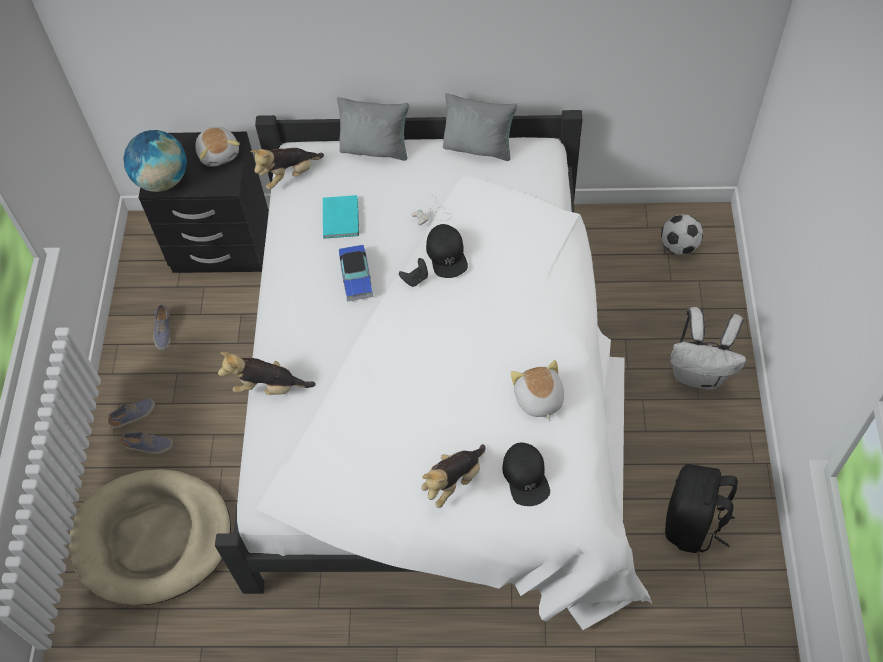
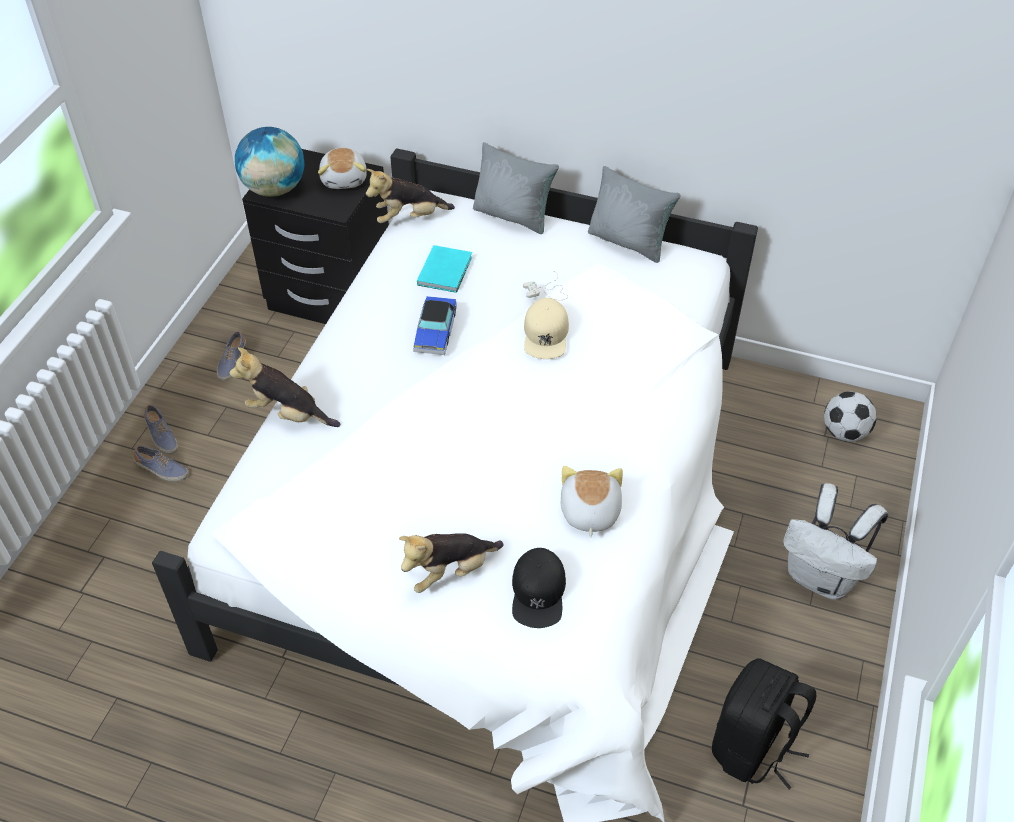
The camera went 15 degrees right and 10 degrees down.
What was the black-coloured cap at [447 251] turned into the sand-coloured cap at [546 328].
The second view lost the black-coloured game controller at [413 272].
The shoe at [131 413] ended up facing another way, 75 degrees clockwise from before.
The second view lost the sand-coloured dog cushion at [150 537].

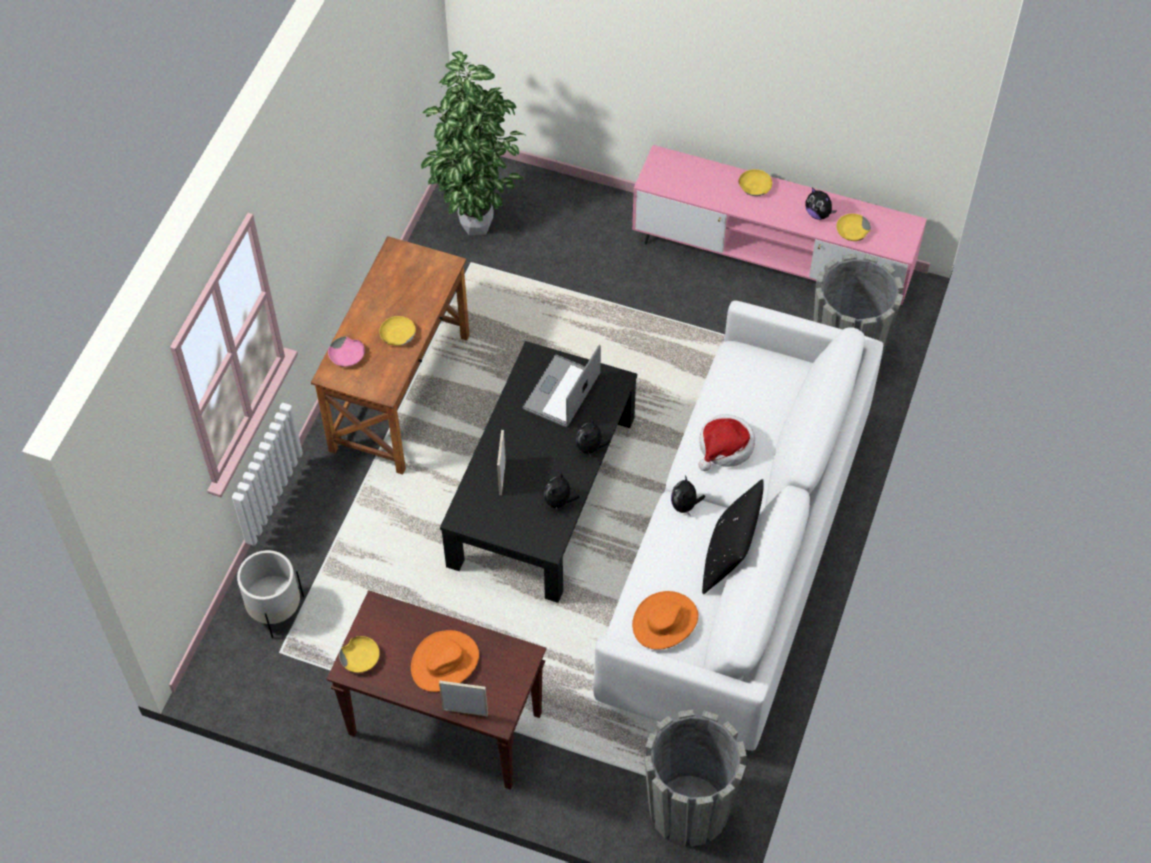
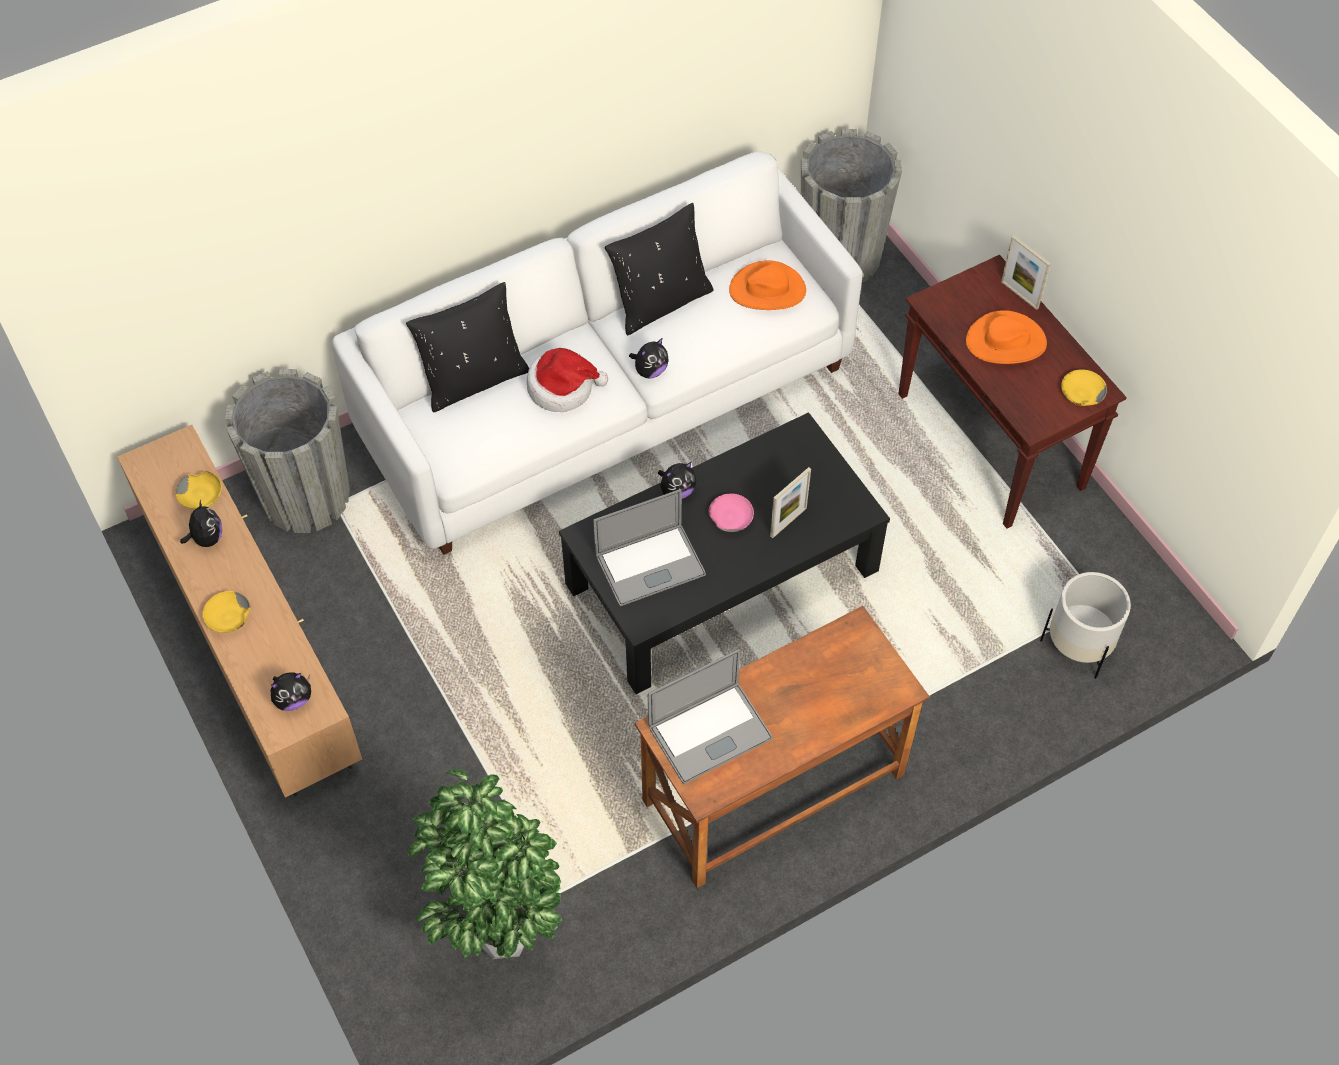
The camera went 140 degrees left and 0 degrees up.
What was the pinkish tv stand at [779 225] turned into the brownish tv stand at [239 611].
The second view lost the yellow serving bowl at [397 331].
The pinkish serving bowl ended up elsewhere, having gone from [346 351] to [731 513].
The cuddly toy ended up elsewhere, having gone from [562 492] to [290 691].
The second view gained the black-coloured cushion at [467 347].
The second view gained the notebook computer at [710 716].

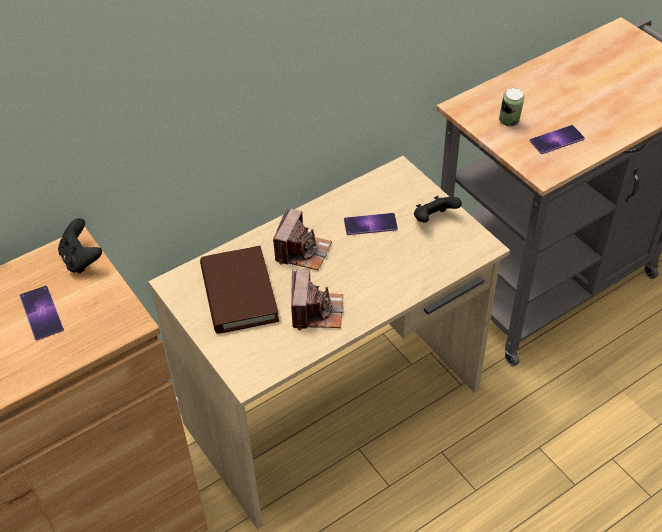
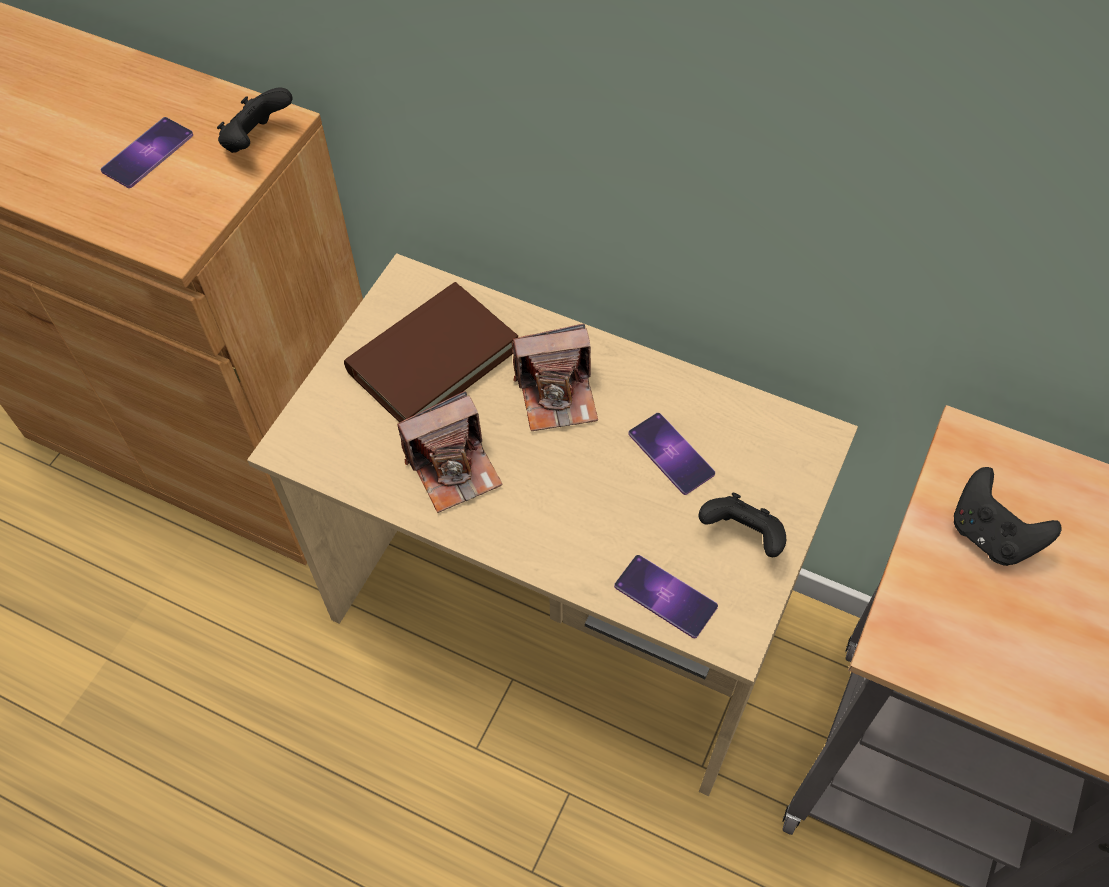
The camera went 60 degrees right and 10 degrees up.
Where the can stood at [511 107], the black-coloured game controller came to stand at [1008 516].
The phone ended up elsewhere, having gone from [557 139] to [666 596].

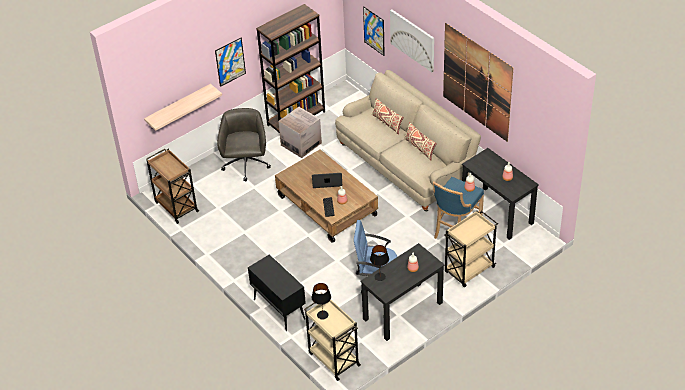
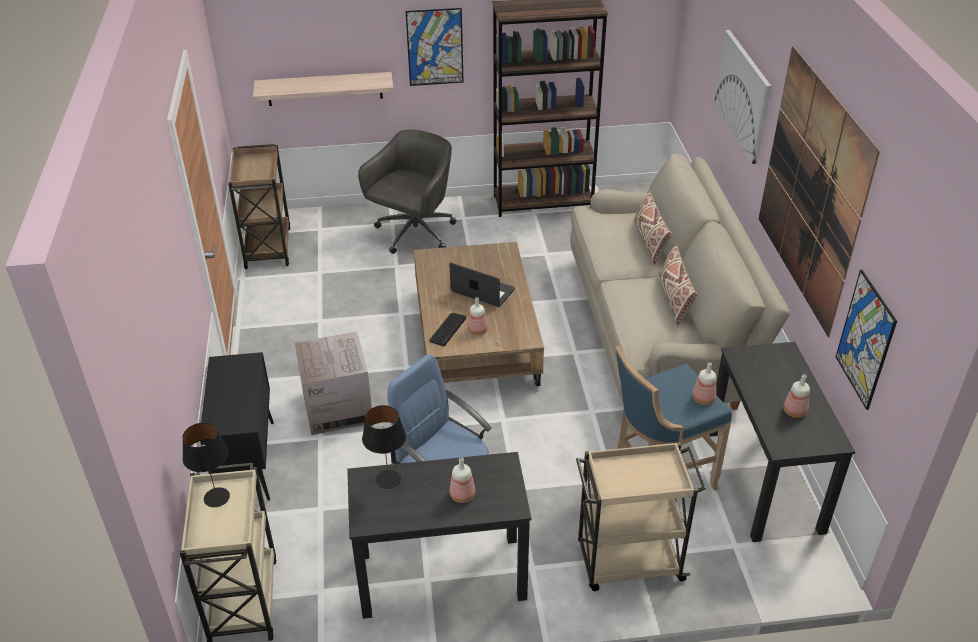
The camera went 30 degrees right and 5 degrees down.
The picture ended up elsewhere, having gone from [374 31] to [866 340].
The packing box ended up elsewhere, having gone from [300 132] to [333 383].

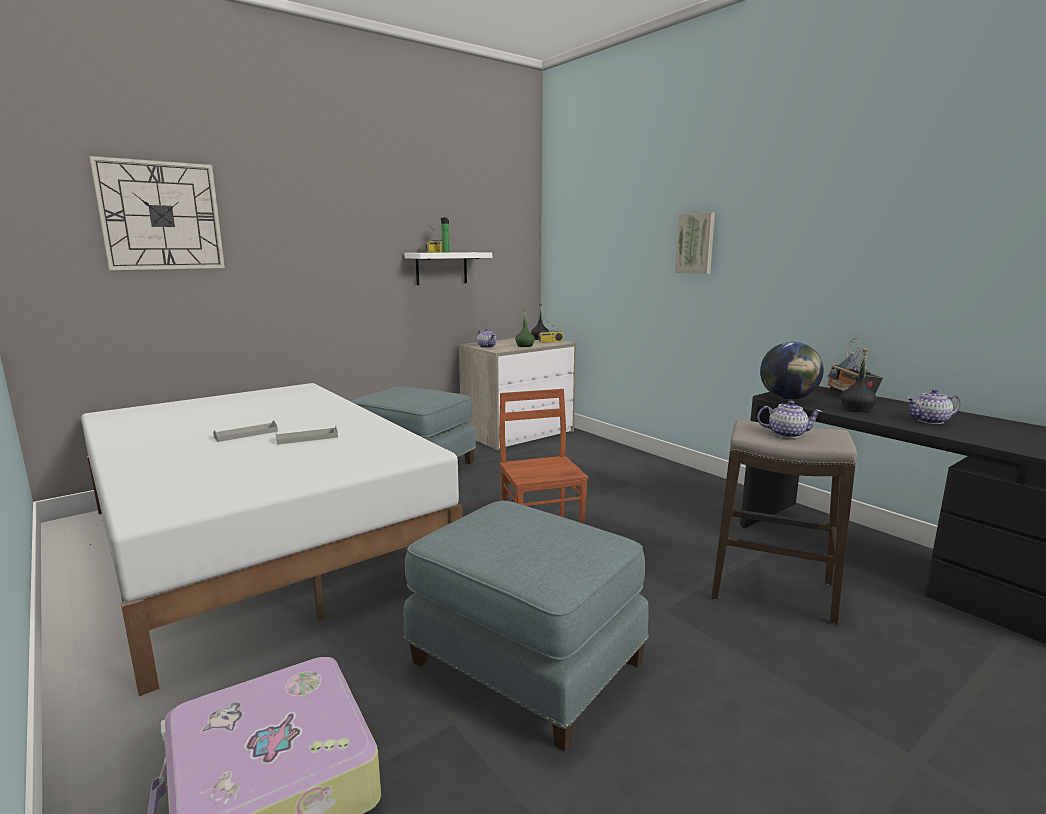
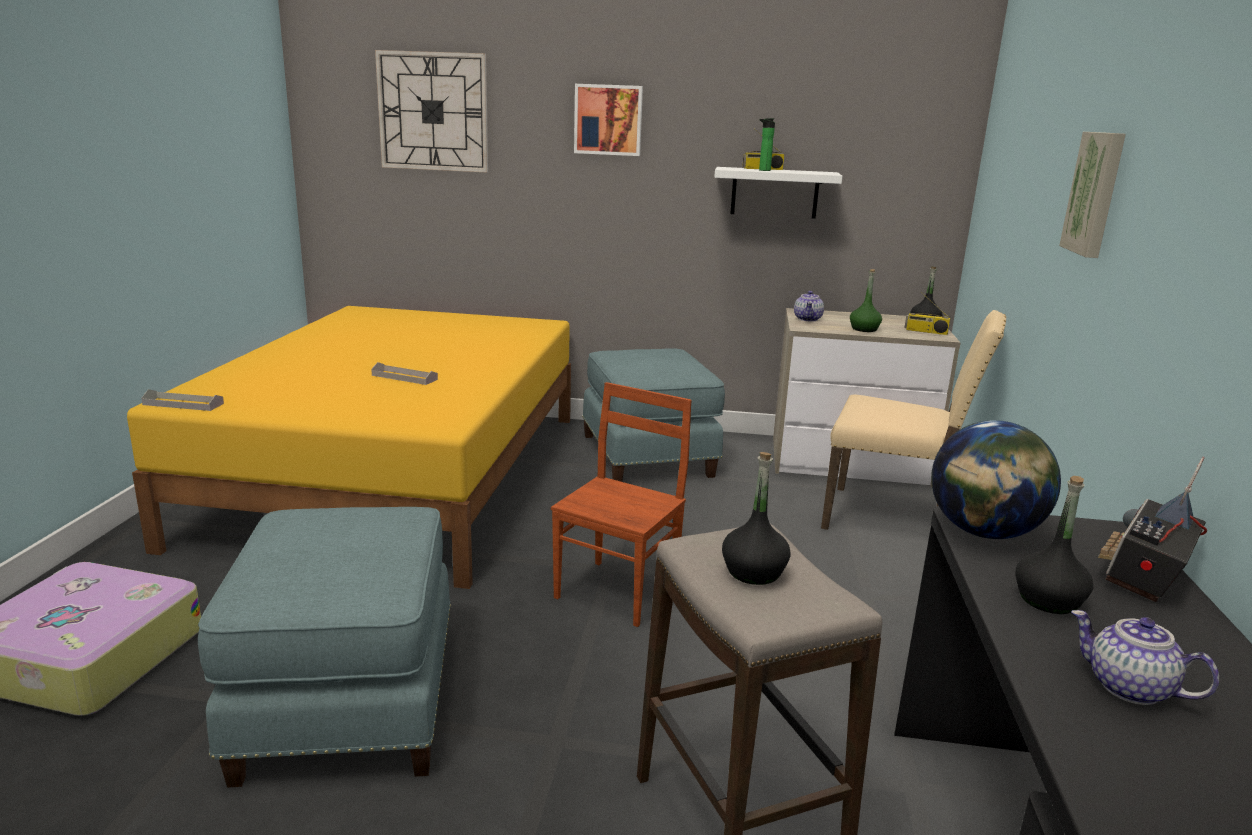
The camera went 45 degrees right and 5 degrees up.
What was the whitish sleeping bed at [271 539] turned into the yellow sleeping bed at [349 447].
Where the teapot stood at [789 419], the black-coloured bottle came to stand at [756 518].
The grey carrying tray ended up elsewhere, having gone from [245 431] to [182 400].
The second view gained the picture at [608 120].
The second view gained the sand-coloured chair at [913 420].

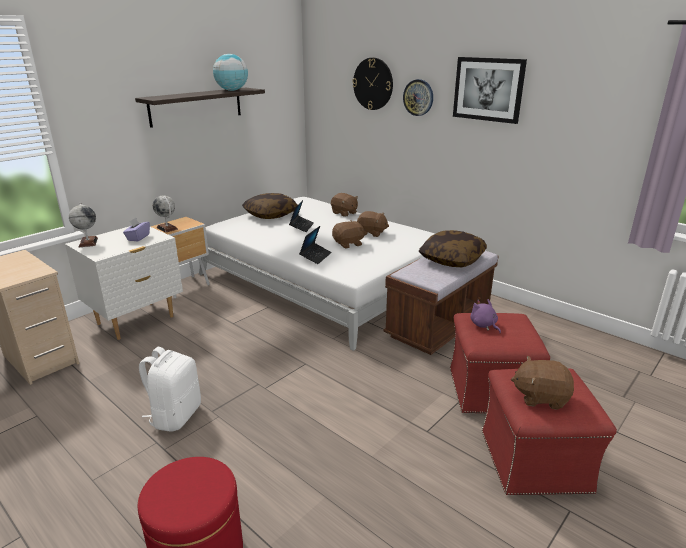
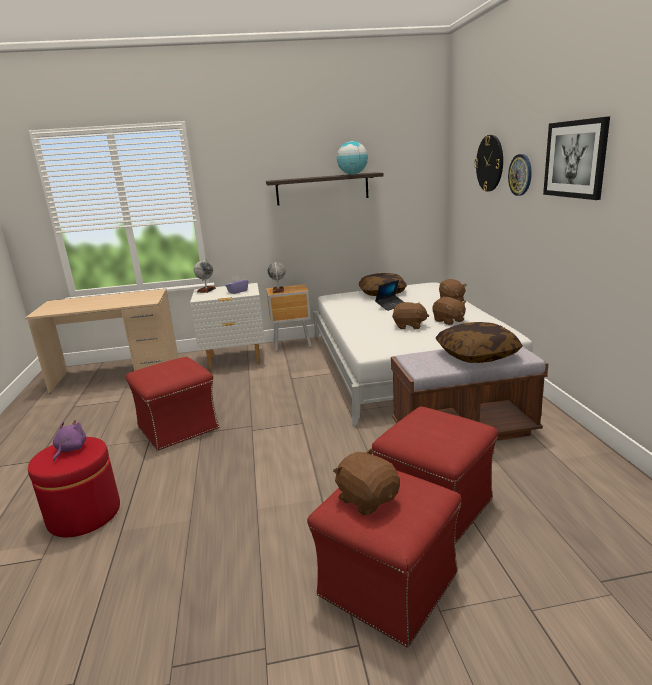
The camera went 40 degrees right and 5 degrees down.
The second view lost the notebook computer at [315 245].
The purplish cuddly toy ended up elsewhere, having gone from [485 316] to [69 440].
Where the whitish knapsack stood at [170 389], the reddish footrest came to stand at [172 404].

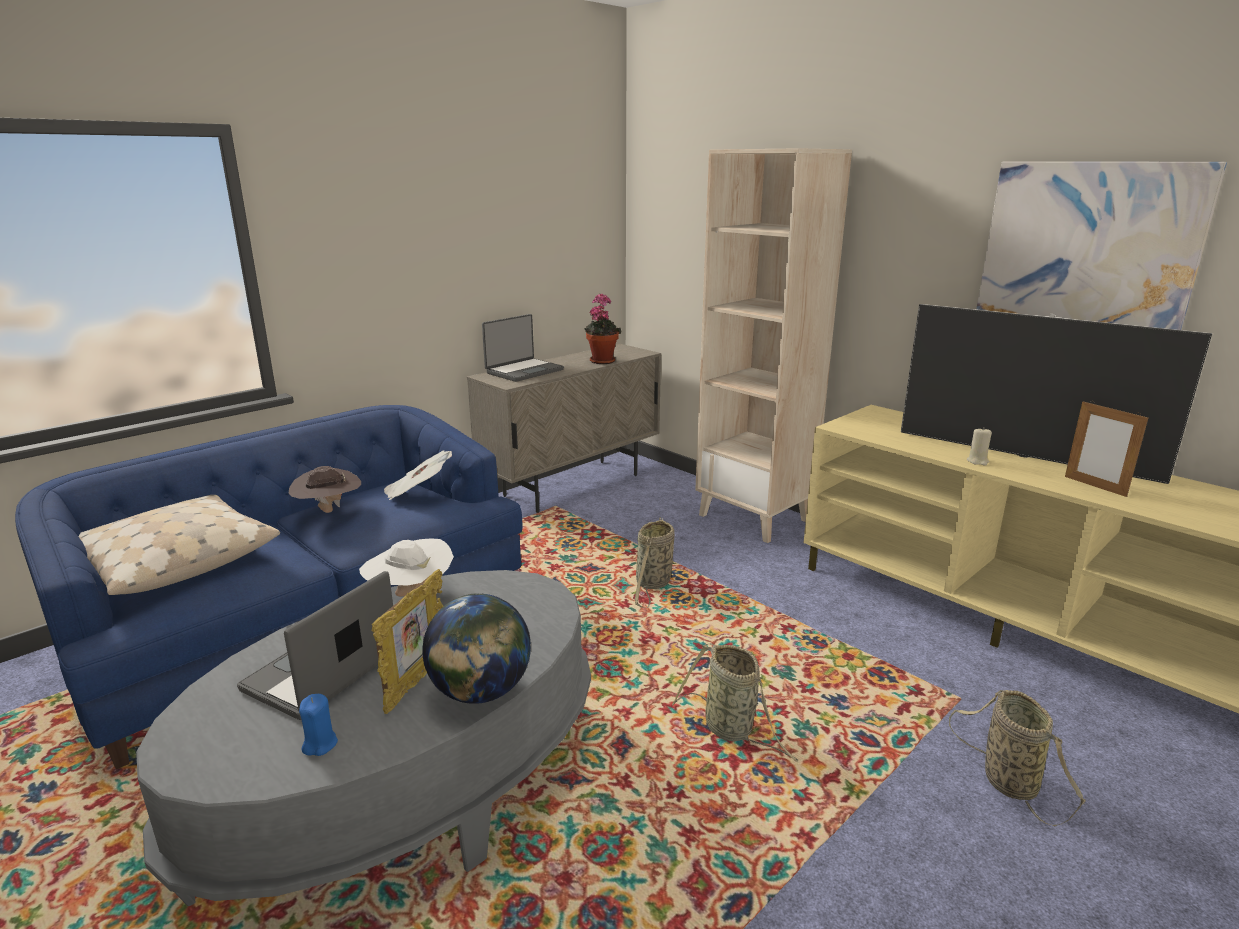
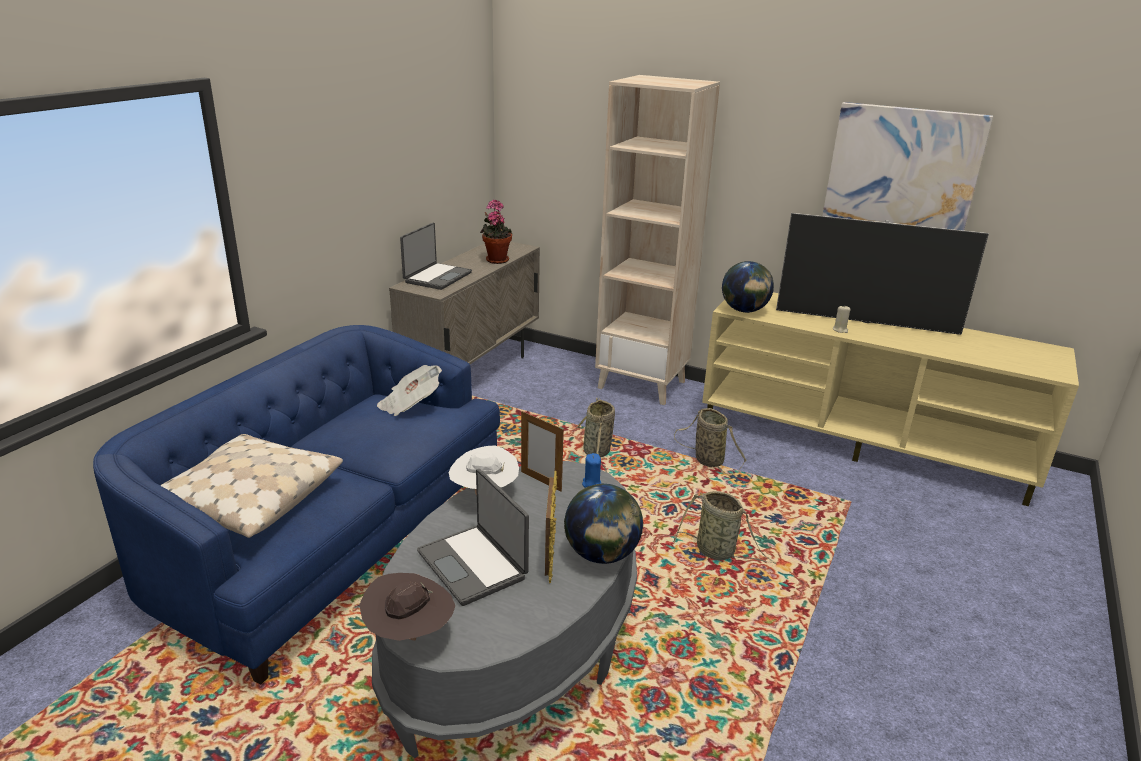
The camera went 20 degrees left and 5 degrees up.
The photo frame ended up elsewhere, having gone from [1106 449] to [542 451].
The brownish wearable hat ended up elsewhere, having gone from [324 489] to [407 607].
The notebook computer at [315 645] ended up facing another way, 45 degrees counterclockwise from before.
The storage basket ended up elsewhere, having gone from [1017 758] to [710 441].
The blue-coloured candle ended up elsewhere, having gone from [318 725] to [591 470].
The second view gained the world globe at [748 287].

